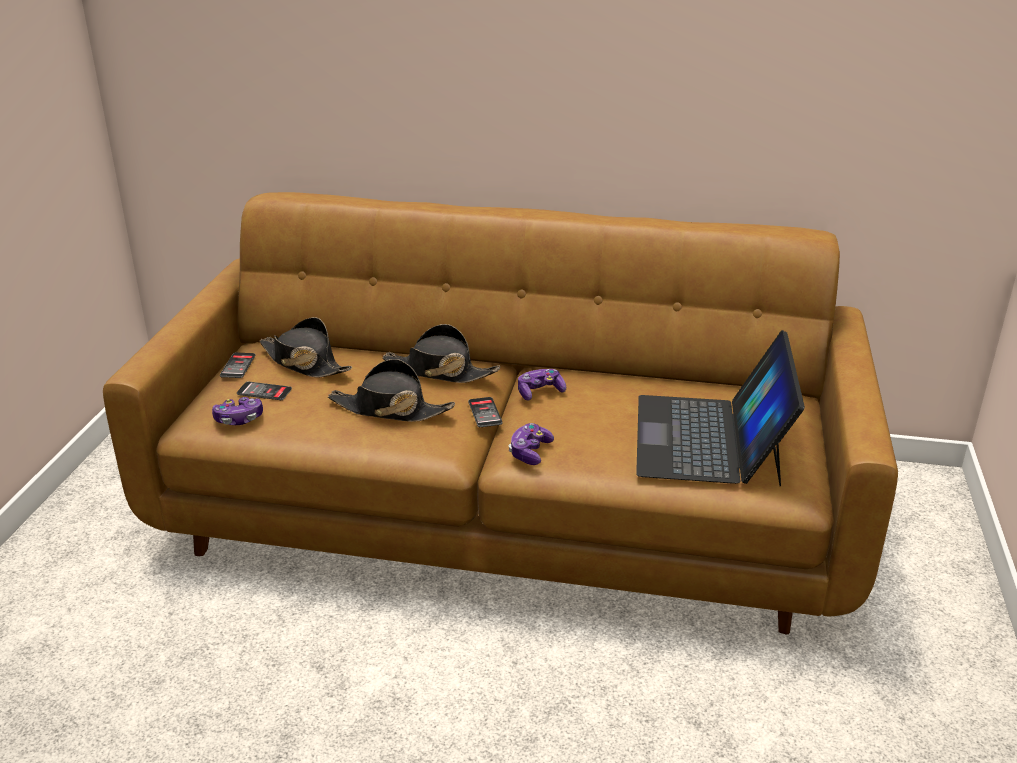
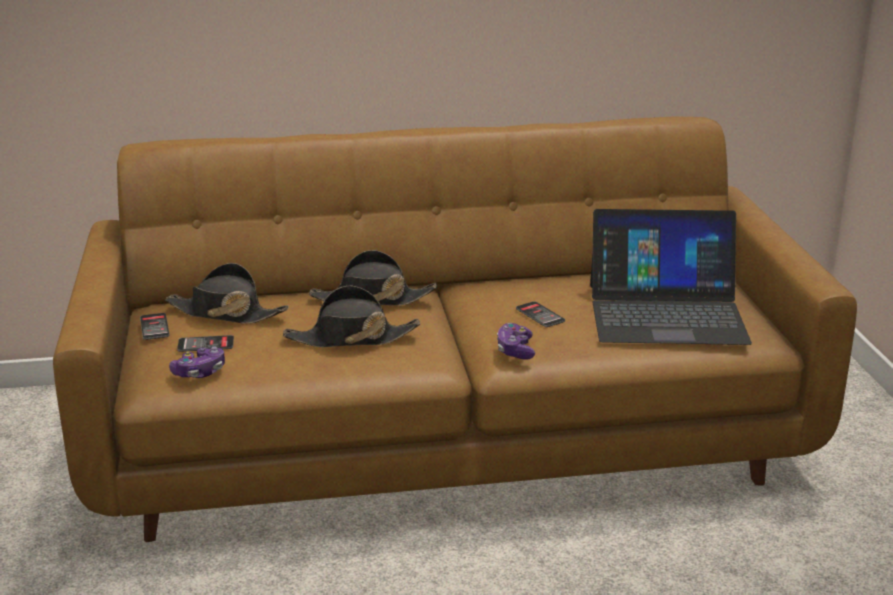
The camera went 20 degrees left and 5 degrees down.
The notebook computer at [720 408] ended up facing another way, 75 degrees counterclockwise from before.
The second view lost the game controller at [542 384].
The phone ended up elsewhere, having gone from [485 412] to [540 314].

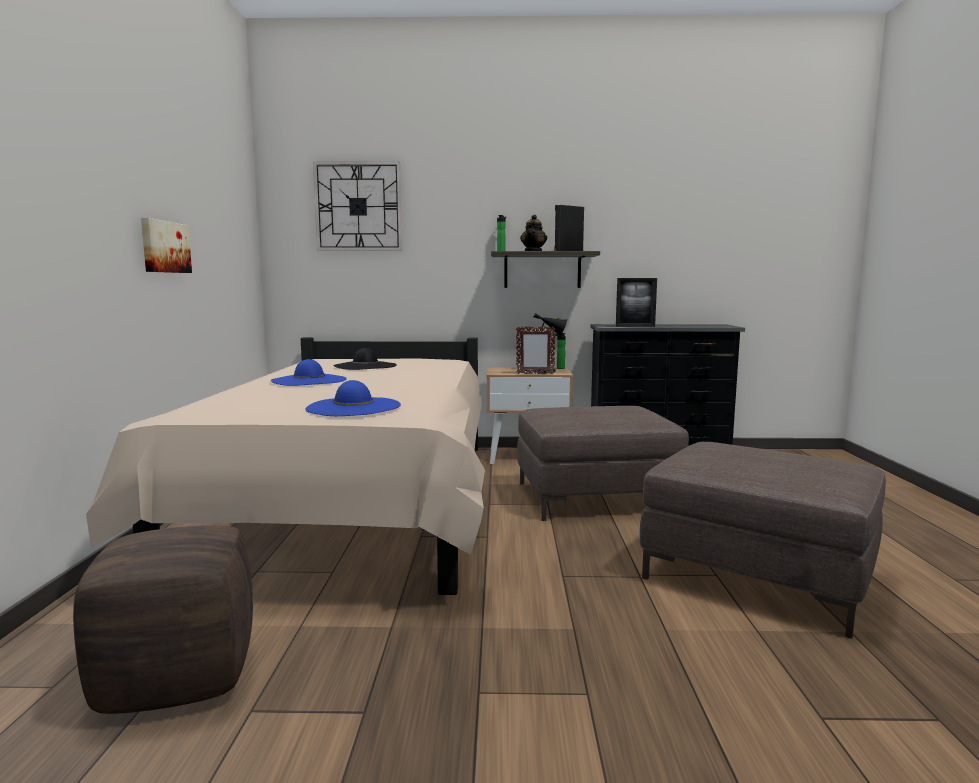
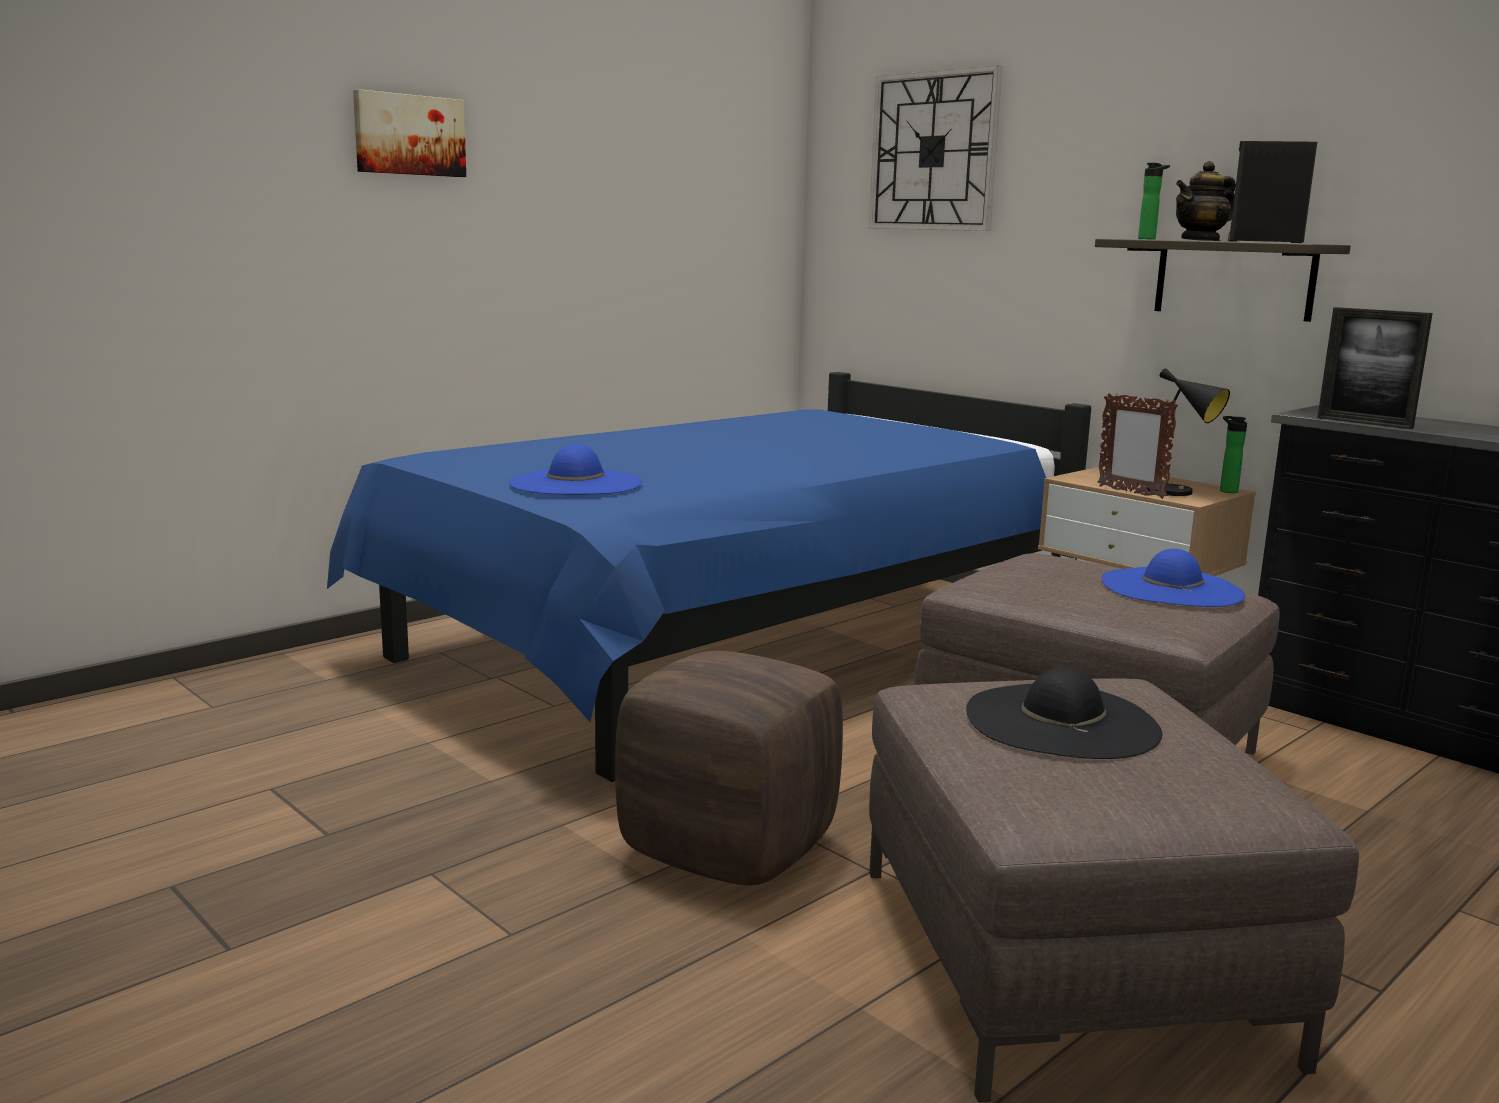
The camera went 45 degrees right and 5 degrees up.
The picture ended up elsewhere, having gone from [166 245] to [409 133].
What was the sand-coloured sleeping bed at [285 466] turned into the blue-coloured sleeping bed at [709 577].
The black-coloured wearable hat ended up elsewhere, having gone from [365 359] to [1064 713].
The blue-coloured wearable hat ended up elsewhere, having gone from [309 372] to [1173 578].
The brownish footrest ended up elsewhere, having gone from [163 619] to [729 768].

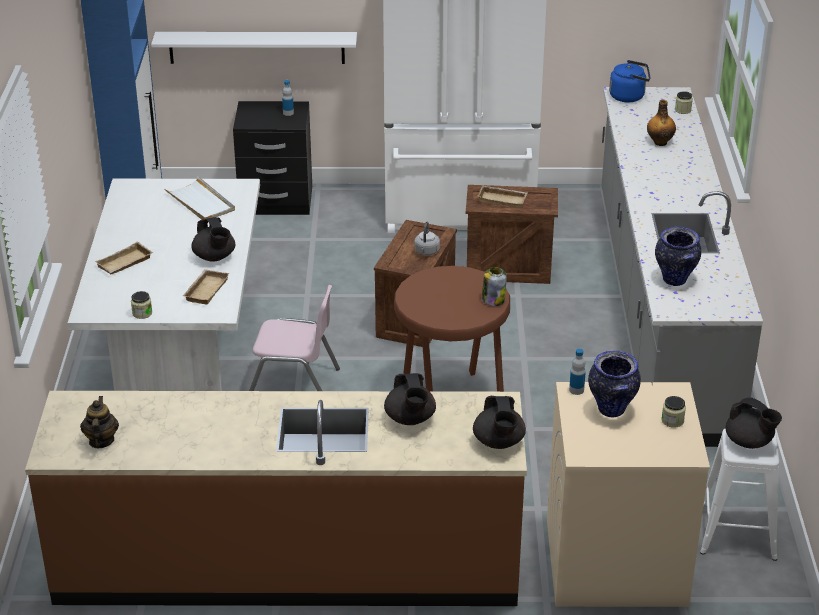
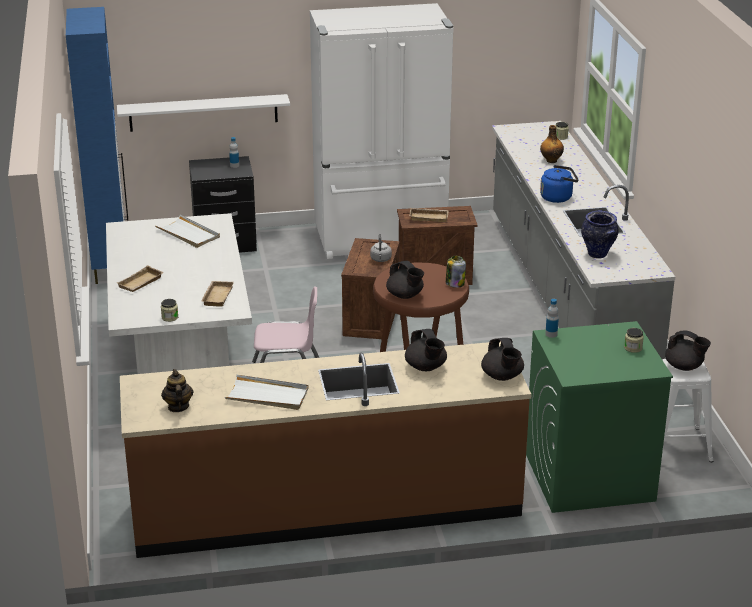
The camera went 10 degrees left and 5 degrees down.
The blue-coloured water kettle ended up elsewhere, having gone from [629 81] to [559 184].
The black-coloured teapot ended up elsewhere, having gone from [213 239] to [405 280].
The second view lost the decorative vase at [614 384].
What was the sand-coloured washing machine at [628 494] turned into the greenish washing machine at [599 417].
The second view gained the whitish carrying tray at [267 392].

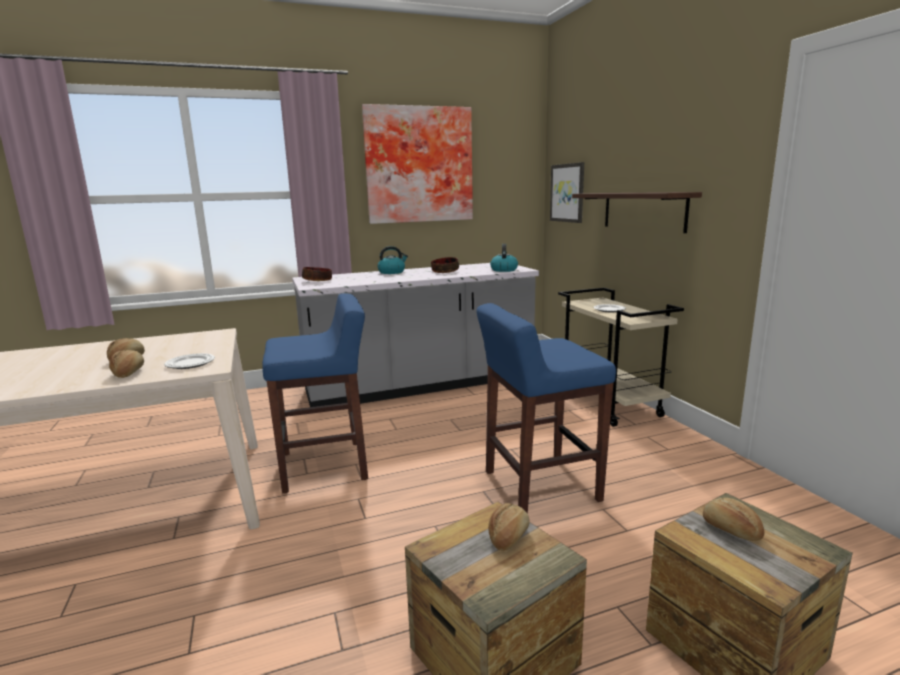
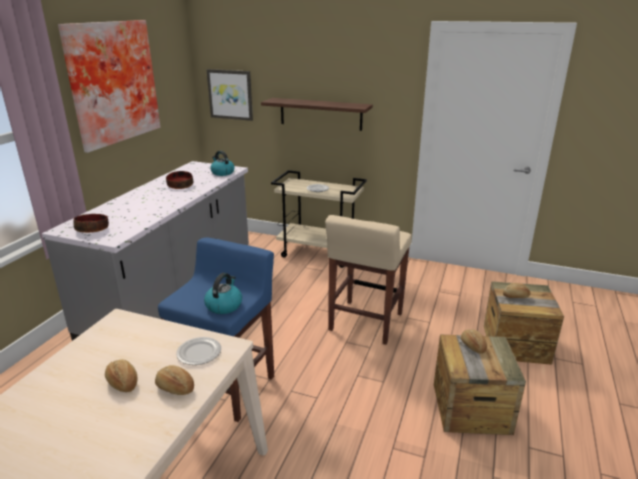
The camera went 50 degrees left and 10 degrees up.
The water kettle ended up elsewhere, having gone from [392 260] to [223 293].
What was the blue-coloured sitting stool at [546 408] turned into the sand-coloured sitting stool at [368 280].

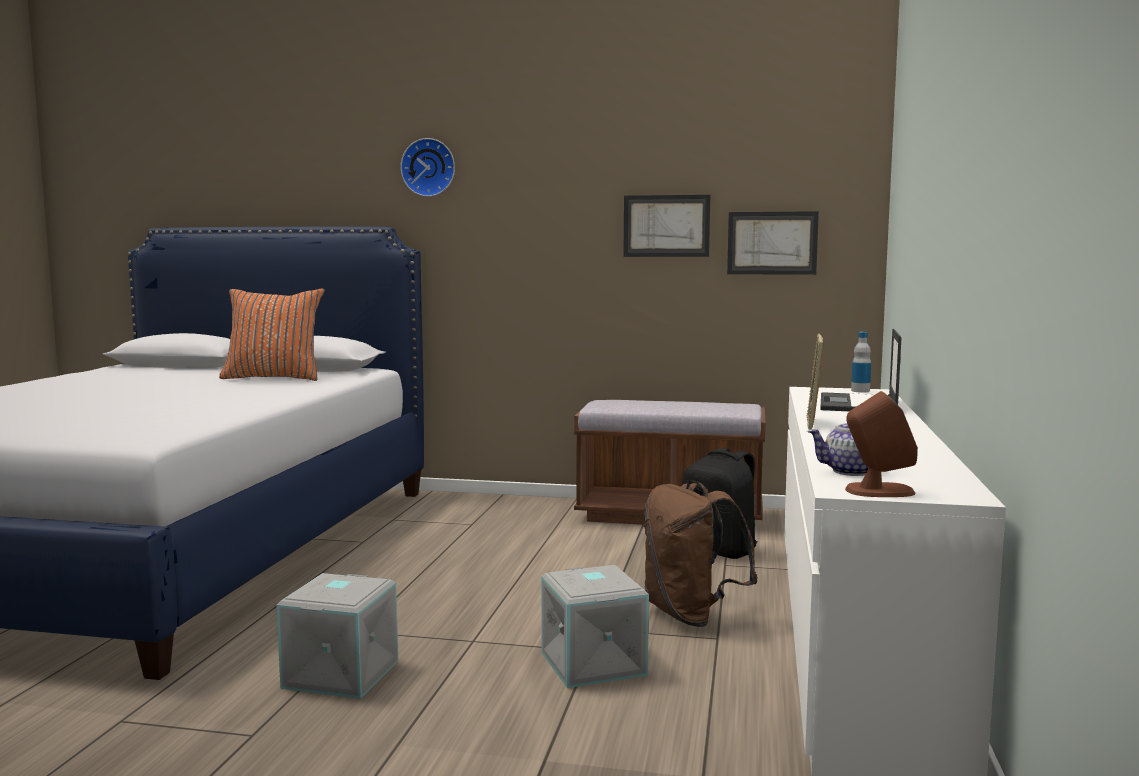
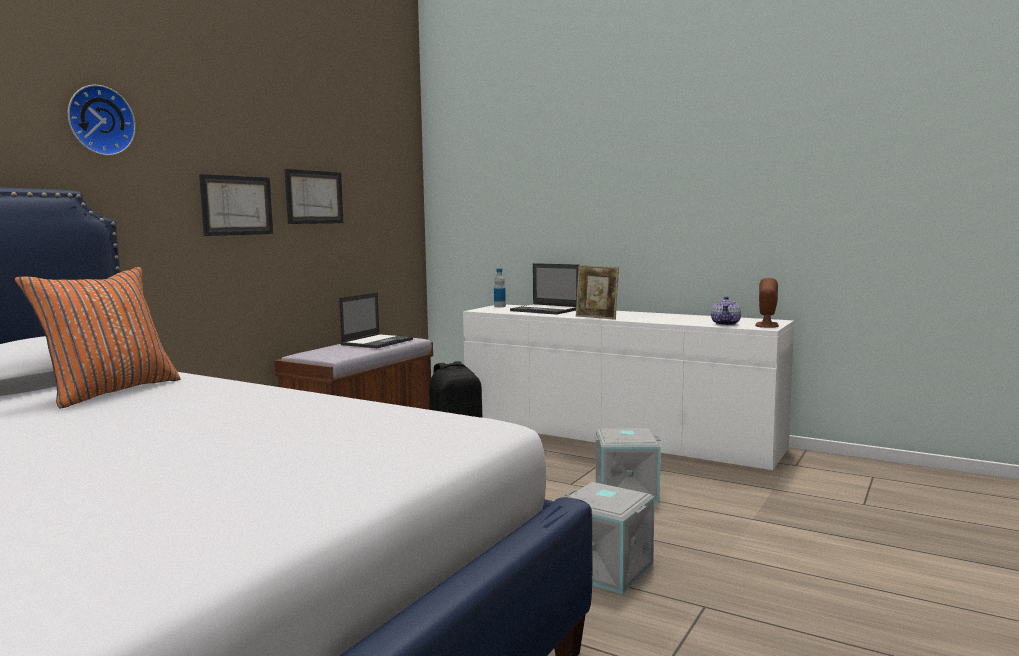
The camera went 70 degrees left and 0 degrees up.
The picture ended up elsewhere, having gone from [773 243] to [236 205].
The second view lost the brownish knapsack at [700 553].
The second view gained the notebook computer at [376 320].

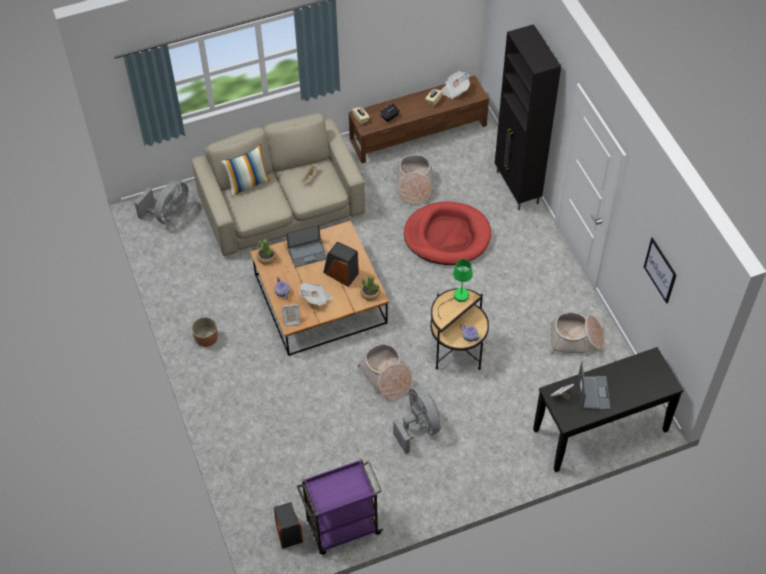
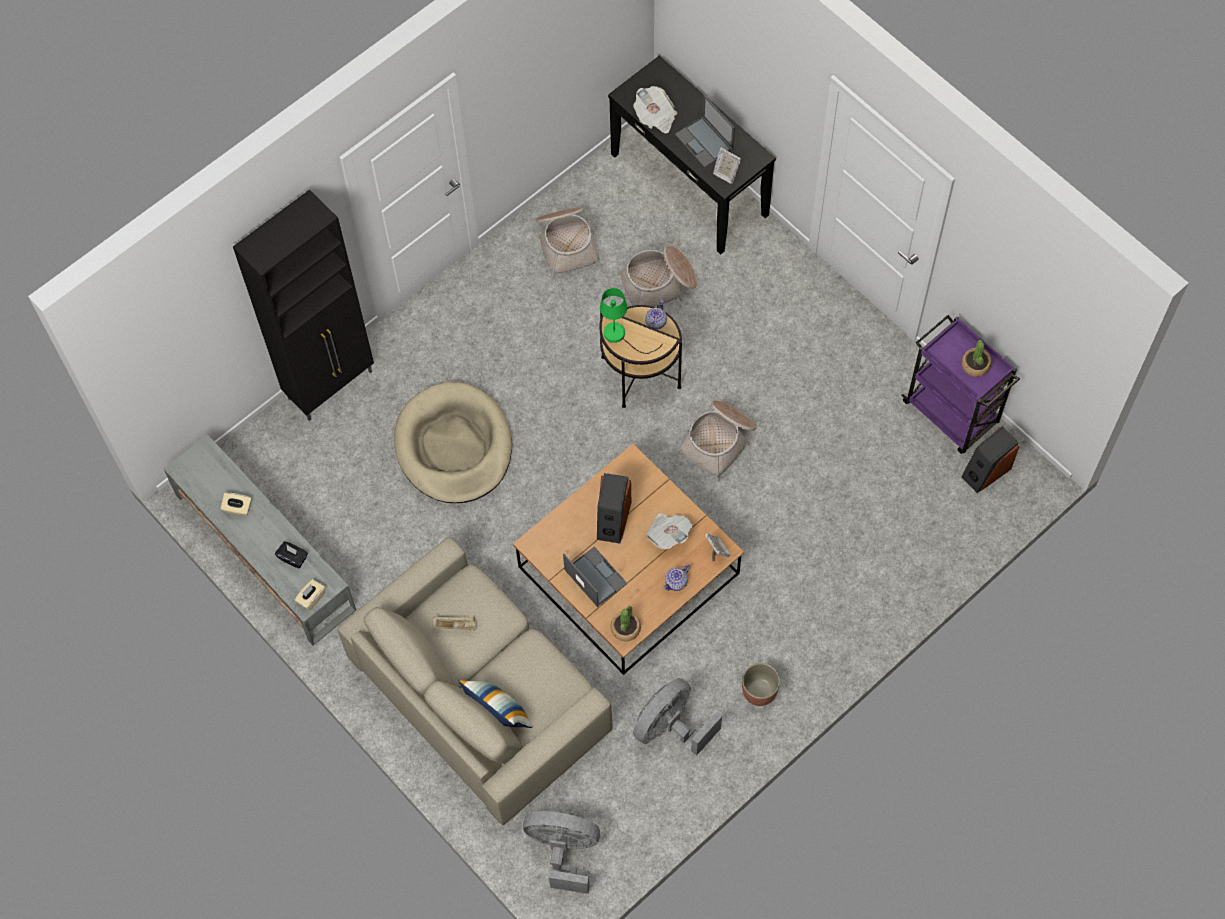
The camera went 110 degrees left and 10 degrees up.
The printed paper ended up elsewhere, having gone from [455 85] to [655 109].
What was the brownish tv stand at [419 119] turned into the grey tv stand at [259 540].
The storage basket ended up elsewhere, having gone from [414 179] to [657 276].
What was the reddish dog cushion at [447 233] turned into the sand-coloured dog cushion at [453 442].
The second view lost the picture at [660 270].
The potted plant ended up elsewhere, having gone from [370 288] to [977 358].
The notebook computer at [594 385] ended up facing another way, 105 degrees counterclockwise from before.
The grey cooling fan ended up elsewhere, having gone from [417 419] to [677 717].

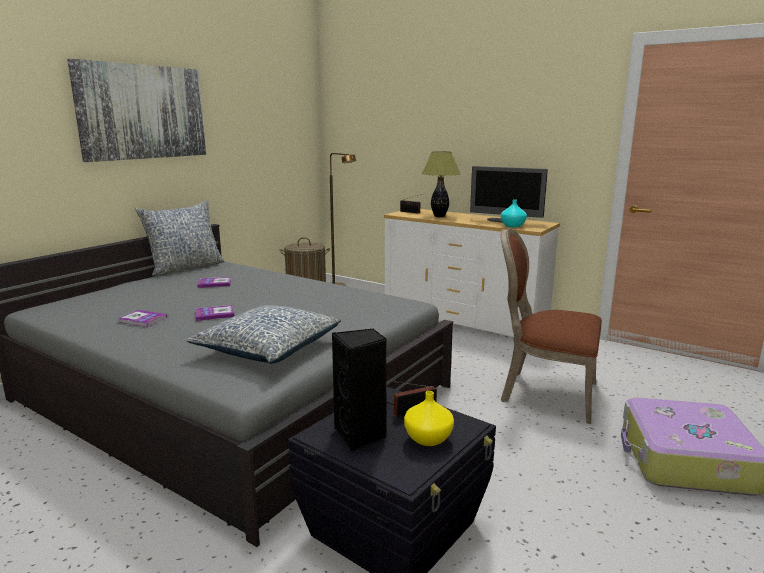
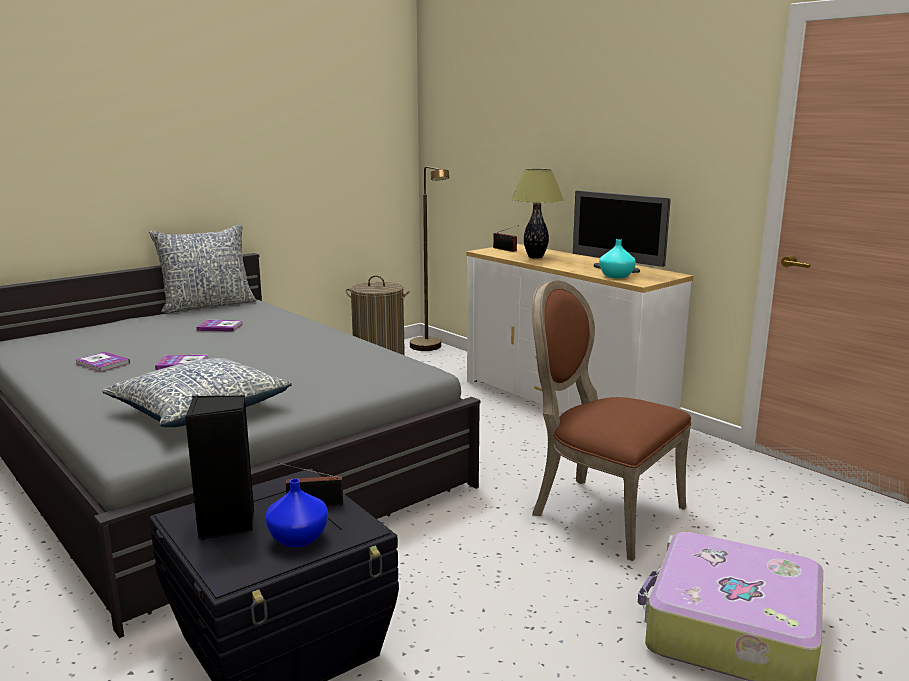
The camera went 15 degrees right and 0 degrees up.
The second view lost the picture at [136 110].
What was the yellow decorative vase at [429 418] turned into the blue-coloured decorative vase at [296 513].

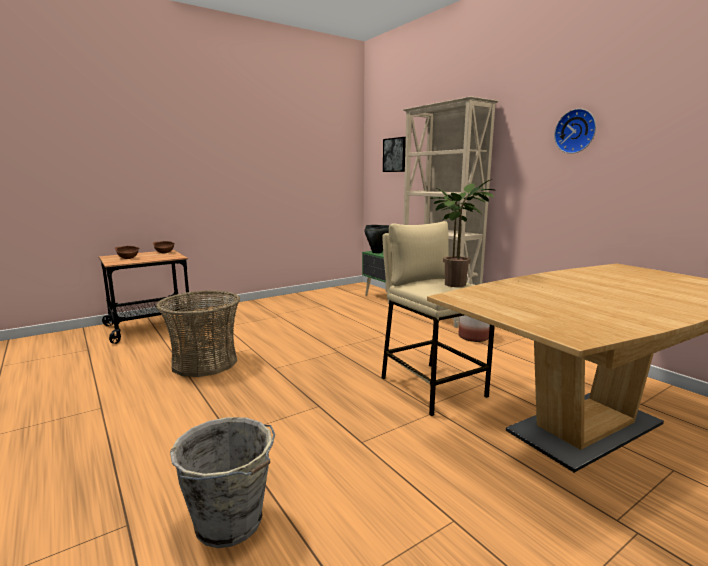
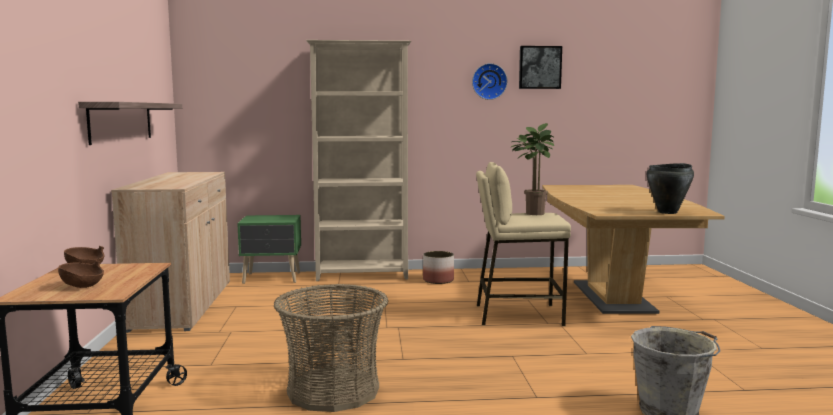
The camera went 60 degrees left and 5 degrees down.
The picture ended up elsewhere, having gone from [394 154] to [540 67].
The black-coloured stockpot ended up elsewhere, having gone from [376 239] to [670 188].
The second view gained the bracket shelf at [130 123].
The second view gained the sand-coloured cupboard at [170 252].

